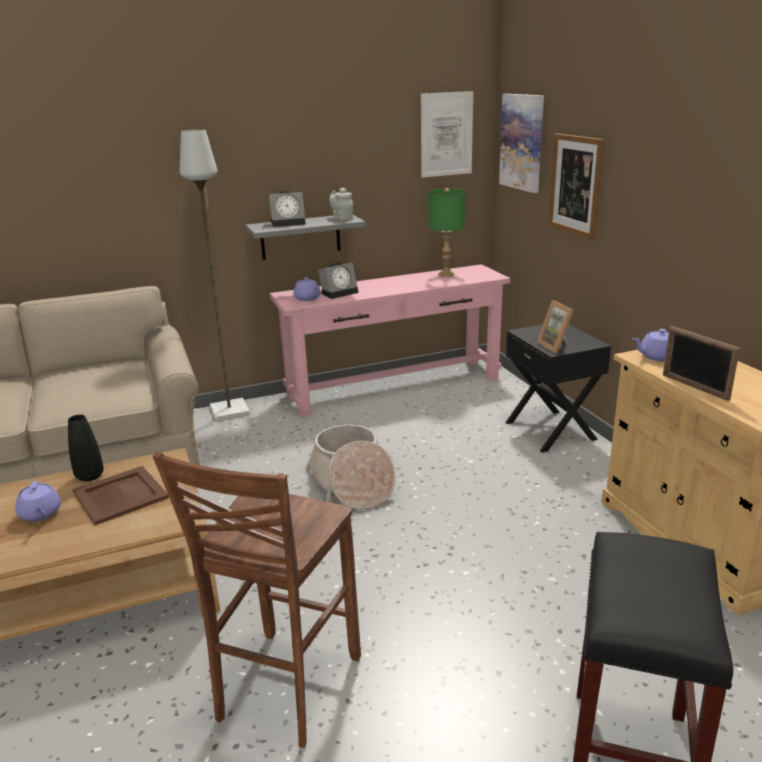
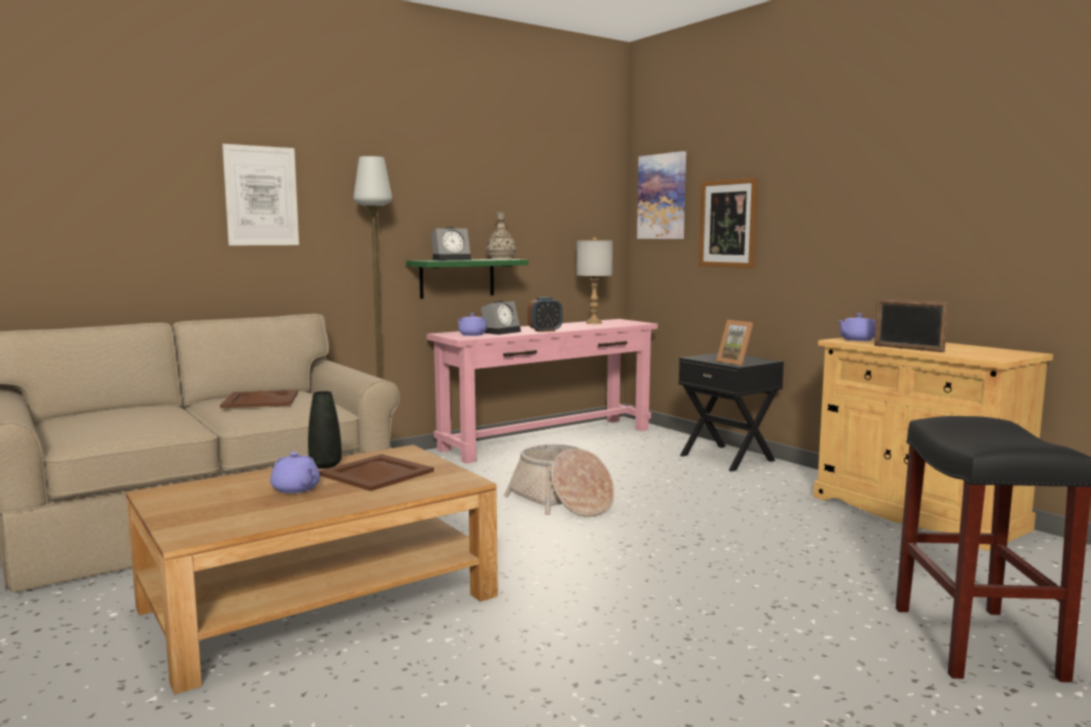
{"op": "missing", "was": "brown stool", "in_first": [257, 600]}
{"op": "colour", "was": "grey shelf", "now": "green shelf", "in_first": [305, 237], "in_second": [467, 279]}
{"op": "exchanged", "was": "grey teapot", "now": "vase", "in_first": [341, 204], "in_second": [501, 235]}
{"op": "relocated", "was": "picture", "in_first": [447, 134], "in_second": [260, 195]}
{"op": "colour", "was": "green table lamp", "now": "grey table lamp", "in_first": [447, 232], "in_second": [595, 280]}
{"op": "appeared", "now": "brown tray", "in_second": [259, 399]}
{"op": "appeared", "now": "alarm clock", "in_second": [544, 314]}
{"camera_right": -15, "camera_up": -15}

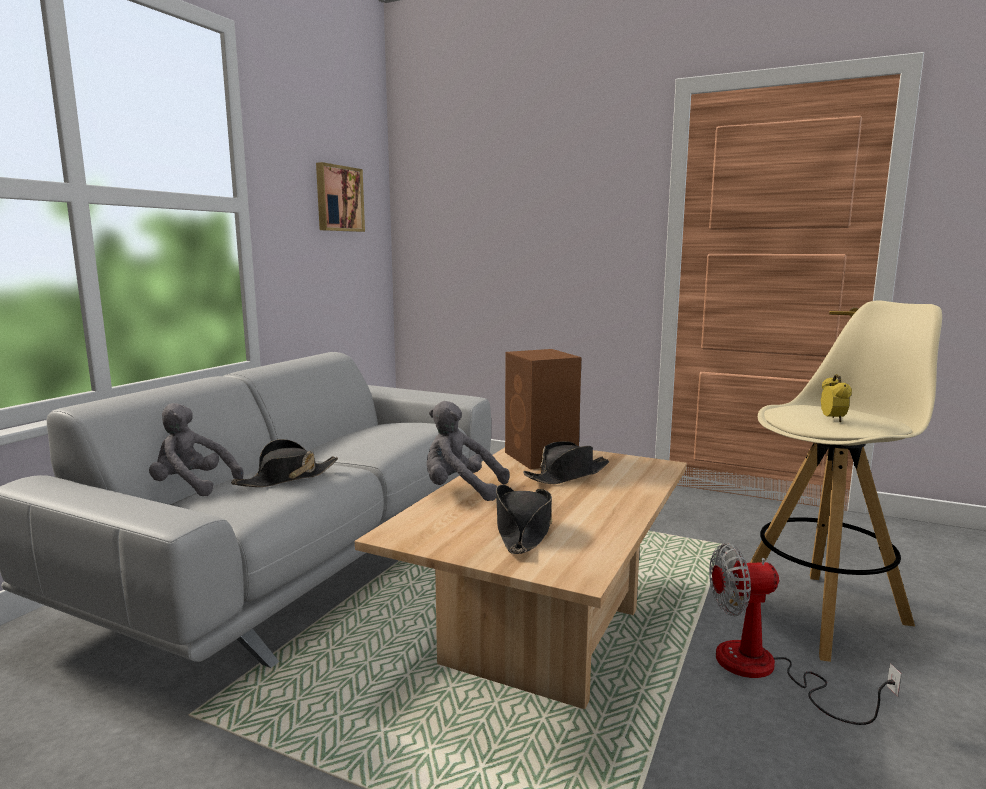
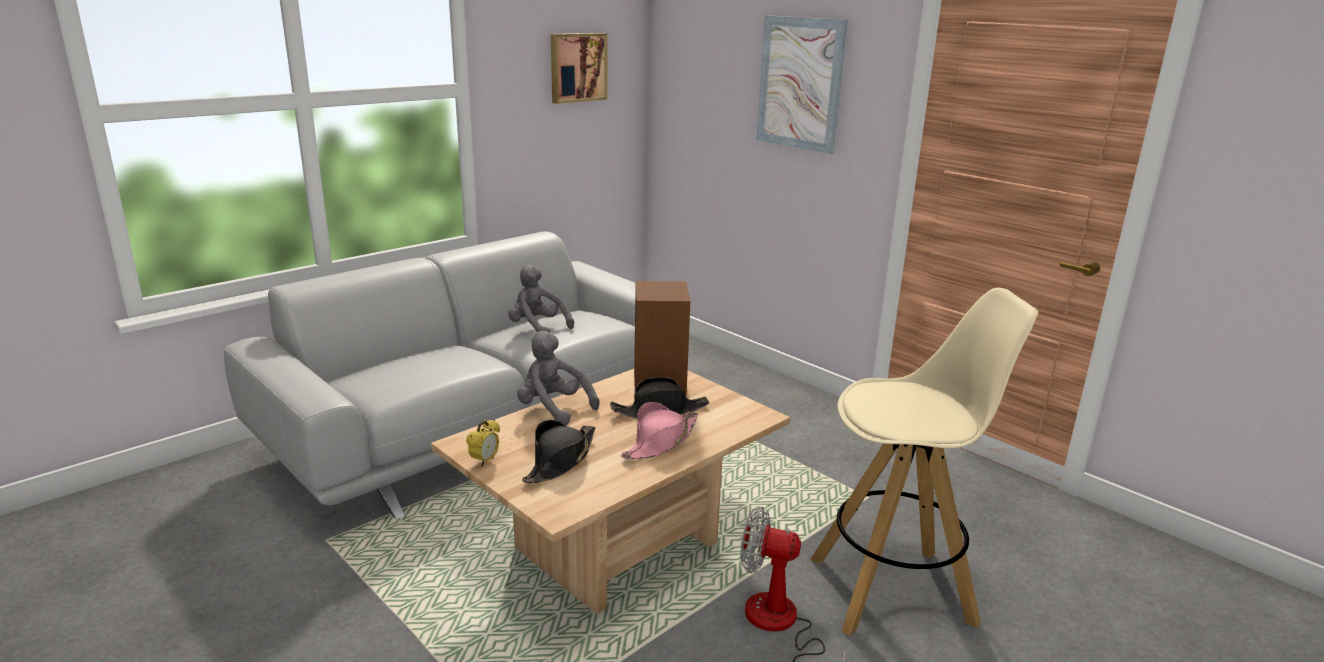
{"op": "relocated", "was": "grey plush toy", "in_first": [196, 449], "in_second": [541, 298]}
{"op": "missing", "was": "black hat", "in_first": [284, 463]}
{"op": "relocated", "was": "alarm clock", "in_first": [836, 398], "in_second": [483, 443]}
{"op": "appeared", "now": "pink hat", "in_second": [659, 430]}
{"op": "appeared", "now": "picture", "in_second": [802, 84]}
{"camera_right": 20, "camera_up": 10}

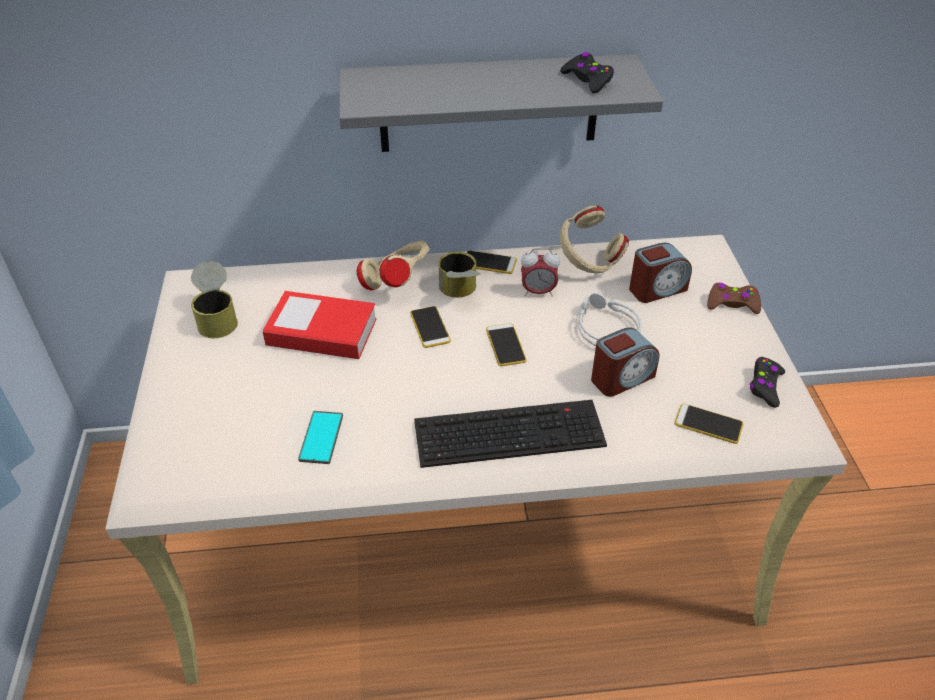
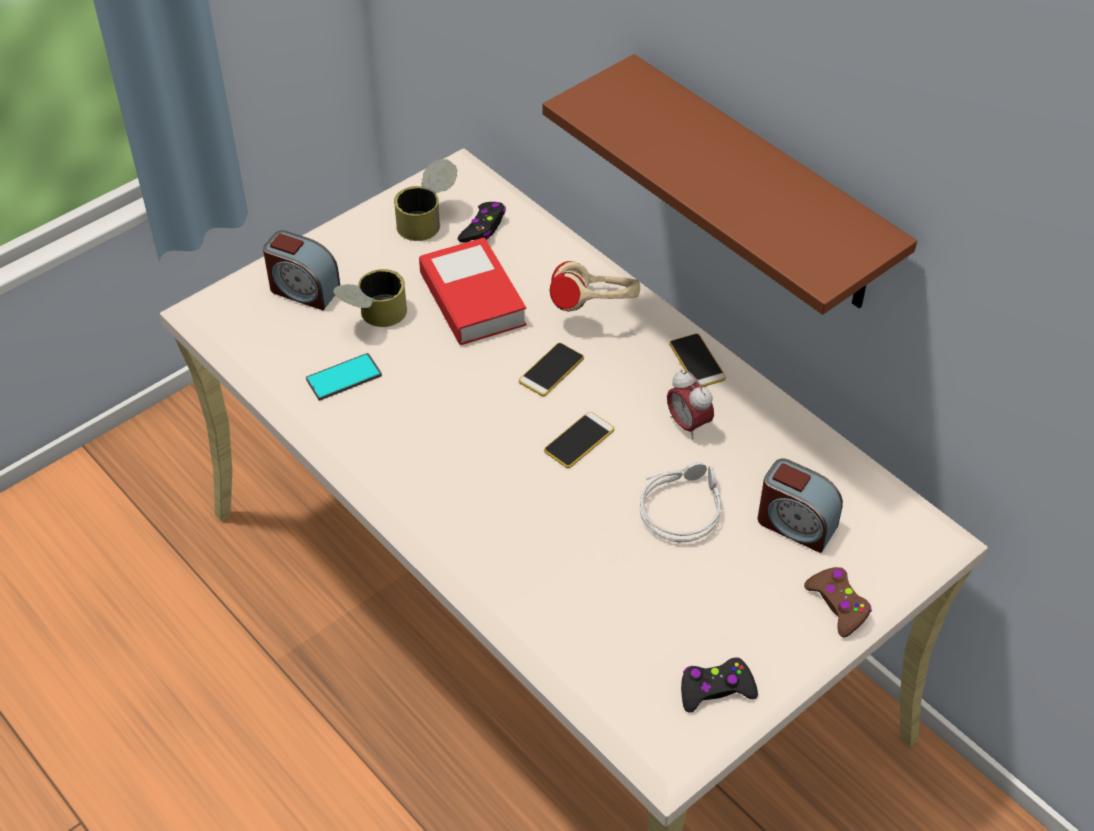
{"op": "colour", "was": "grey shelf", "now": "brown shelf", "in_first": [501, 103], "in_second": [729, 184]}
{"op": "missing", "was": "keyboard", "in_first": [510, 434]}
{"op": "relocated", "was": "can", "in_first": [459, 274], "in_second": [370, 298]}
{"op": "relocated", "was": "black game controller", "in_first": [587, 72], "in_second": [482, 222]}
{"op": "missing", "was": "beige headphones", "in_first": [594, 239]}
{"op": "relocated", "was": "alarm clock", "in_first": [625, 362], "in_second": [301, 270]}
{"op": "missing", "was": "phone", "in_first": [709, 424]}
{"camera_right": 55, "camera_up": 5}

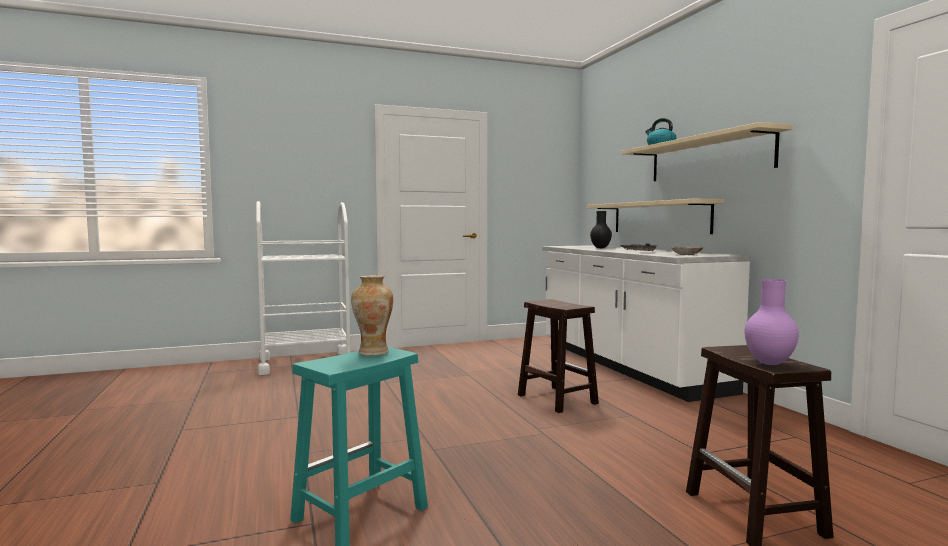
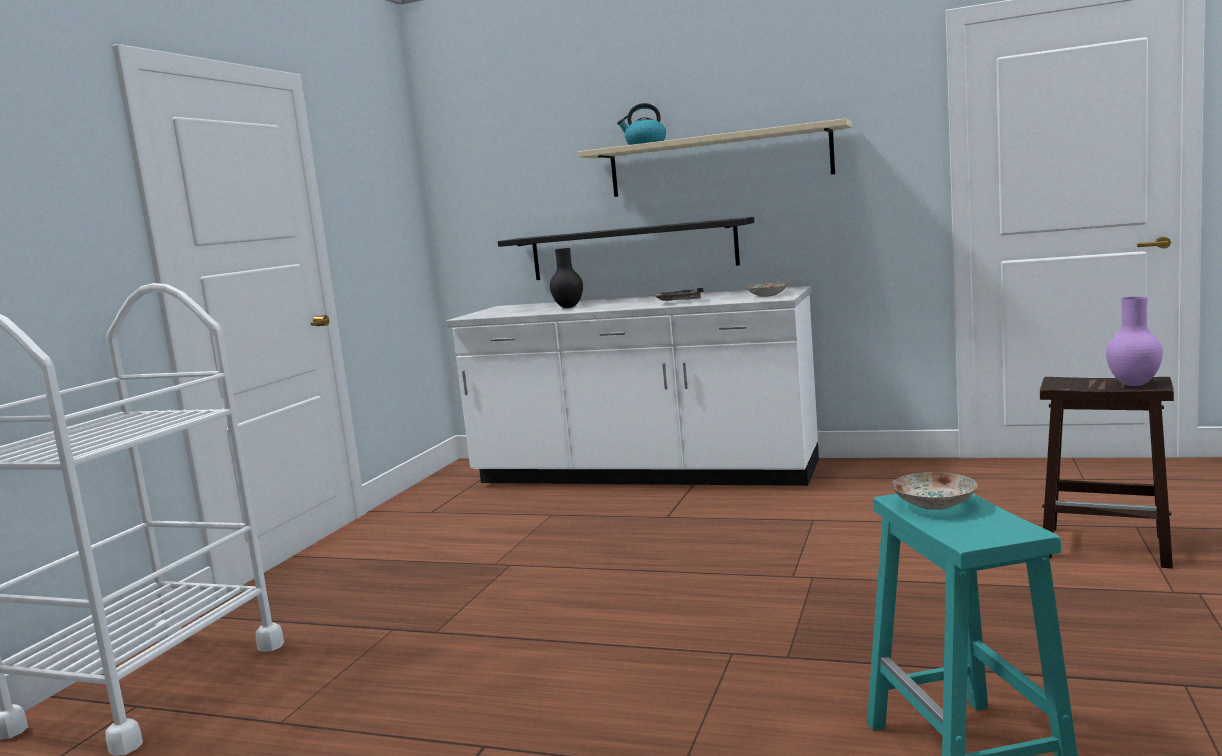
{"op": "exchanged", "was": "vase", "now": "plate", "in_first": [372, 315], "in_second": [934, 491]}
{"op": "missing", "was": "brown stool", "in_first": [558, 356]}
{"op": "colour", "was": "beige shelf", "now": "black shelf", "in_first": [655, 216], "in_second": [626, 248]}
{"camera_right": -50, "camera_up": 5}

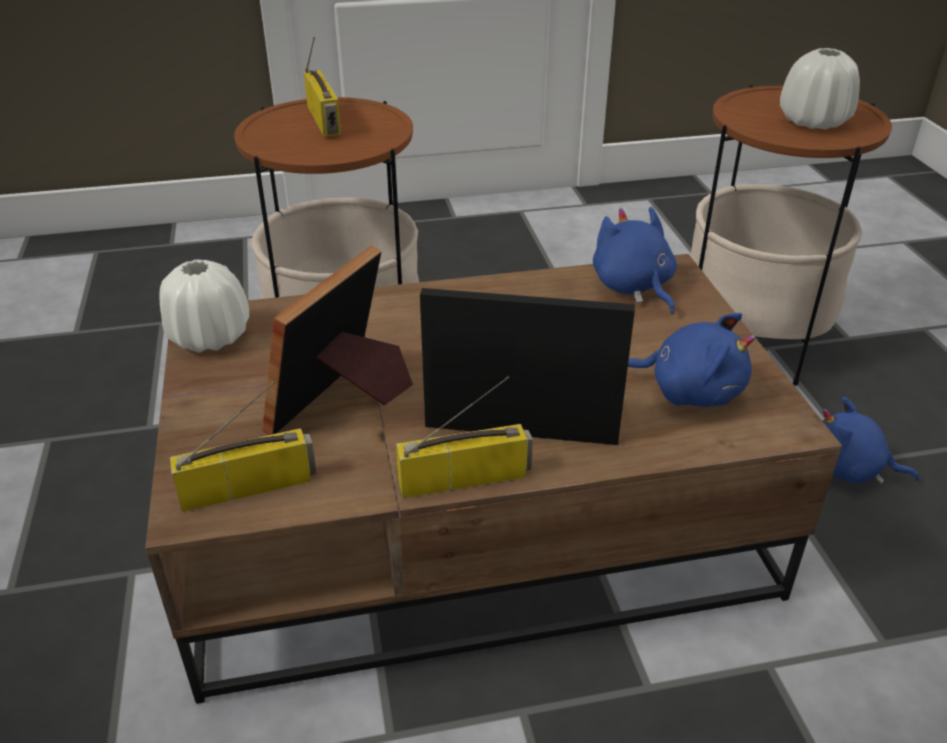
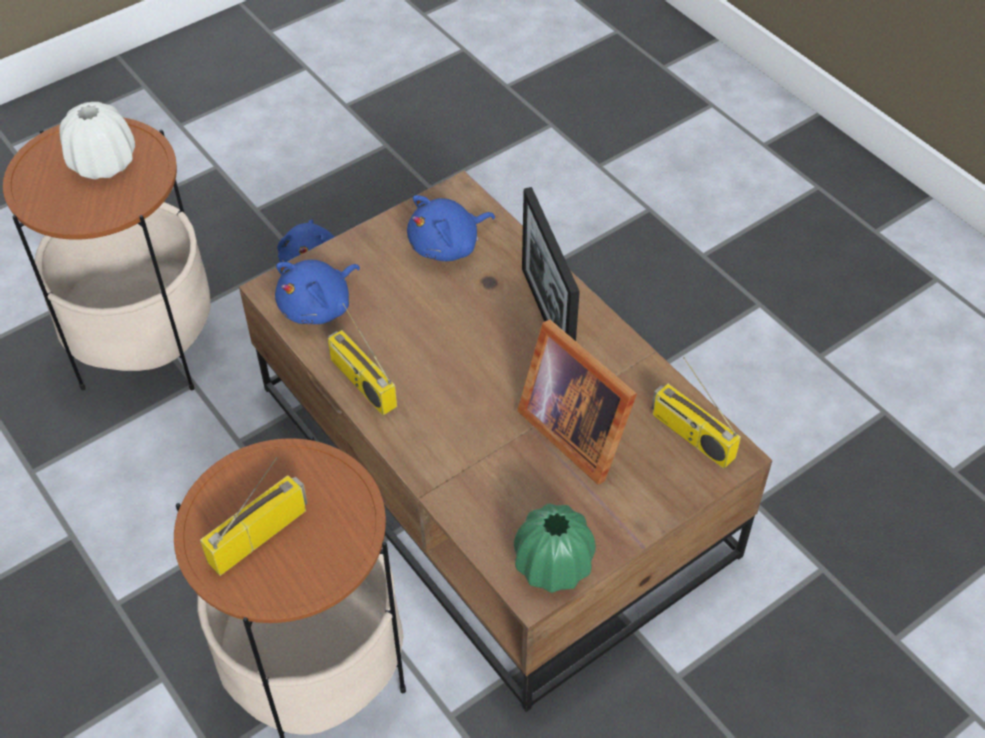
{"op": "colour", "was": "white vase", "now": "green vase", "in_first": [204, 306], "in_second": [555, 548]}
{"op": "spun", "was": "picture frame", "in_first": [337, 340], "in_second": [577, 402], "clockwise": 45}
{"op": "relocated", "was": "radio", "in_first": [464, 437], "in_second": [362, 359]}
{"op": "spun", "was": "blue plush toy", "in_first": [691, 360], "in_second": [451, 228], "clockwise": -120}
{"camera_right": -115, "camera_up": 15}

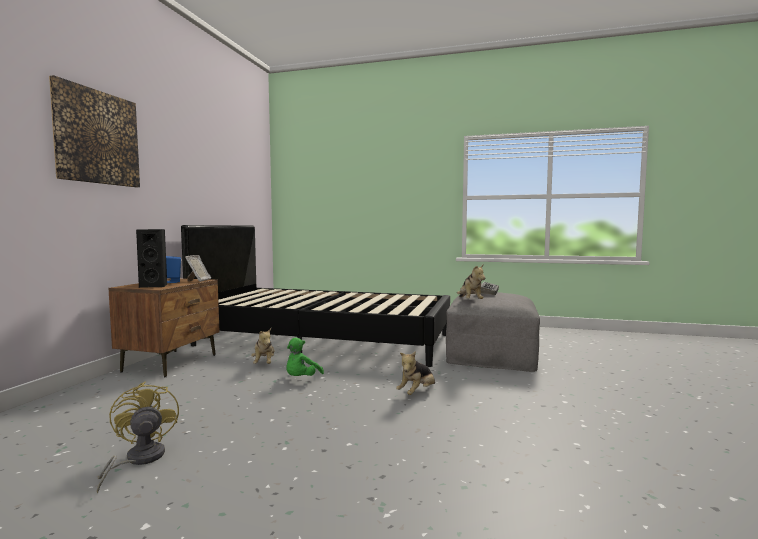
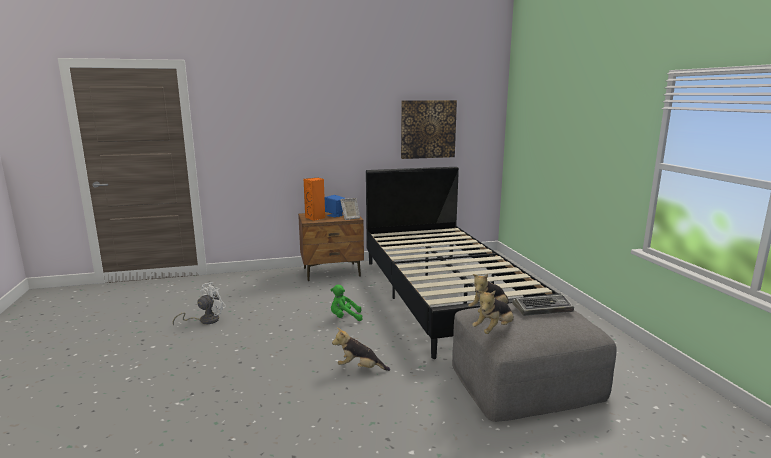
{"op": "relocated", "was": "picture", "in_first": [94, 131], "in_second": [429, 129]}
{"op": "colour", "was": "yellow fan", "now": "white fan", "in_first": [138, 437], "in_second": [199, 303]}
{"op": "colour", "was": "black speaker", "now": "orange speaker", "in_first": [151, 258], "in_second": [314, 199]}
{"op": "relocated", "was": "plush toy", "in_first": [262, 346], "in_second": [493, 312]}
{"camera_right": 60, "camera_up": 10}

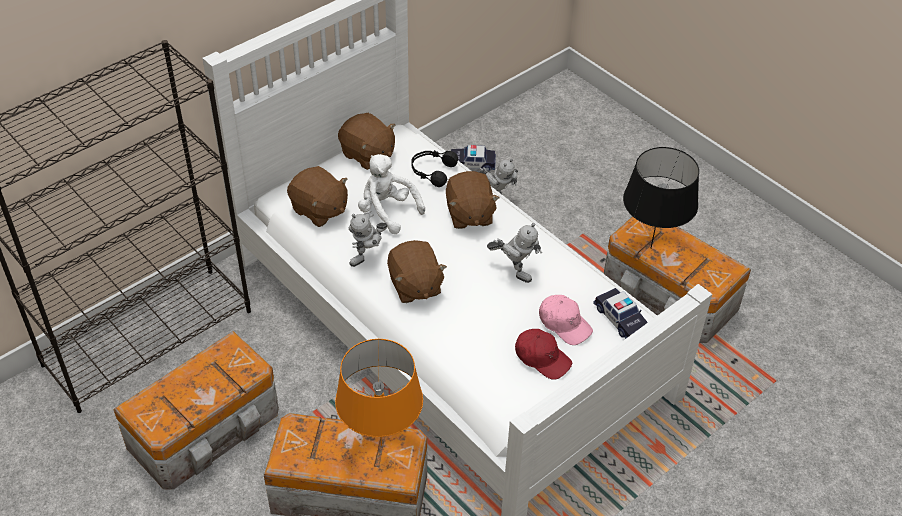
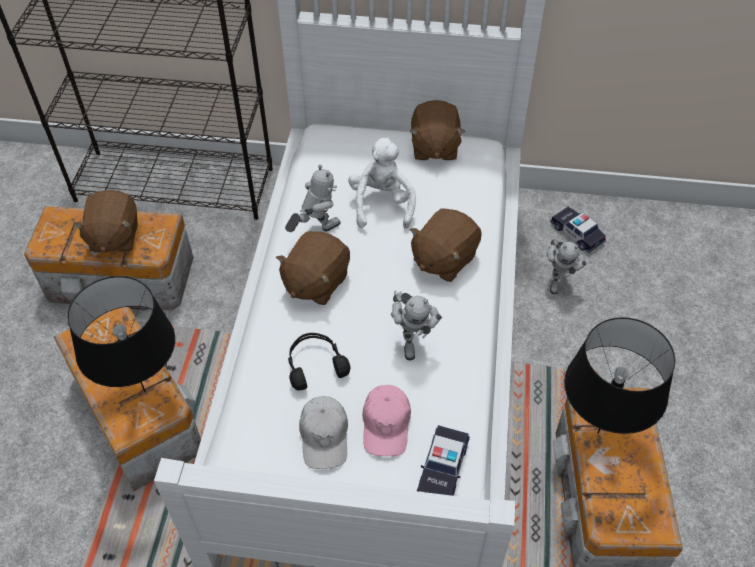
{"op": "relocated", "was": "brown plush toy", "in_first": [317, 196], "in_second": [105, 221]}
{"op": "colour", "was": "orange table lamp", "now": "black table lamp", "in_first": [379, 392], "in_second": [121, 334]}
{"op": "spun", "was": "toy robot", "in_first": [368, 239], "in_second": [312, 198], "clockwise": 150}
{"op": "relocated", "was": "black headphones", "in_first": [434, 168], "in_second": [319, 362]}
{"op": "colour", "was": "red cap", "now": "white cap", "in_first": [543, 354], "in_second": [323, 432]}
{"camera_right": 50, "camera_up": 5}

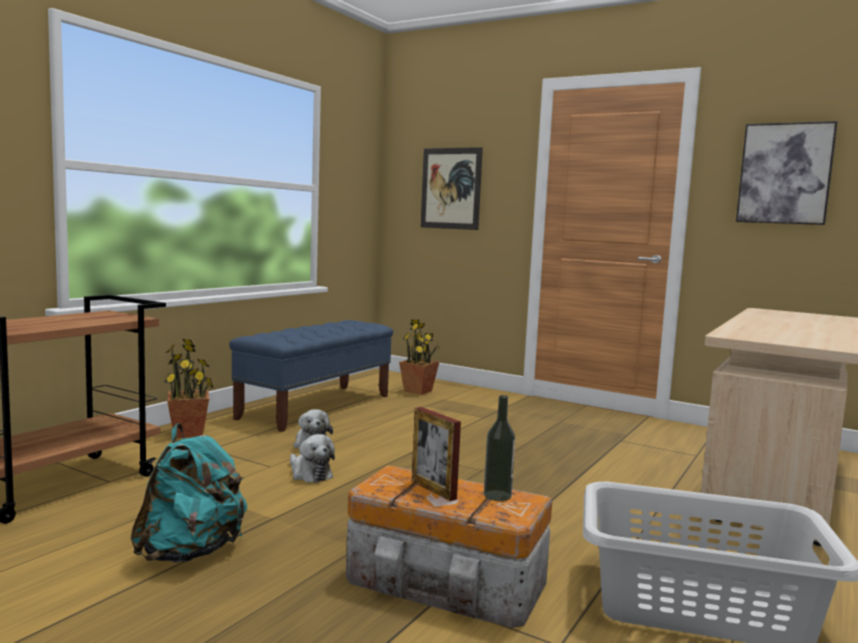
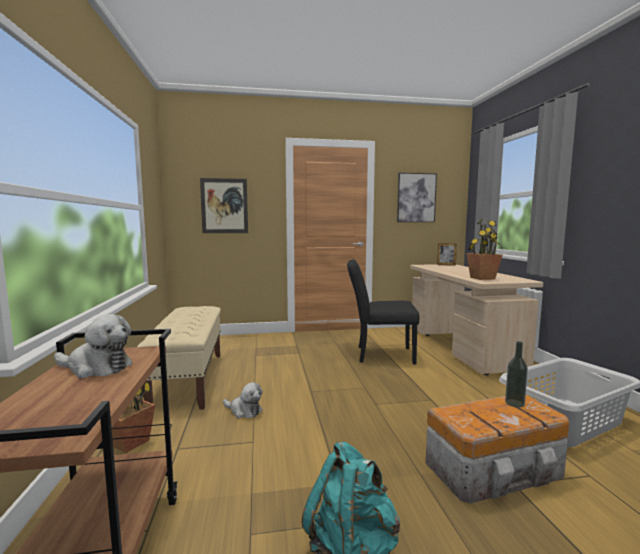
{"op": "colour", "was": "blue bench", "now": "beige bench", "in_first": [311, 376], "in_second": [179, 358]}
{"op": "relocated", "was": "plush toy", "in_first": [312, 458], "in_second": [93, 346]}
{"op": "relocated", "was": "potted plant", "in_first": [419, 357], "in_second": [484, 249]}
{"op": "relocated", "was": "picture frame", "in_first": [436, 454], "in_second": [447, 254]}
{"op": "appeared", "now": "black chair", "in_second": [383, 312]}
{"camera_right": -40, "camera_up": 0}

